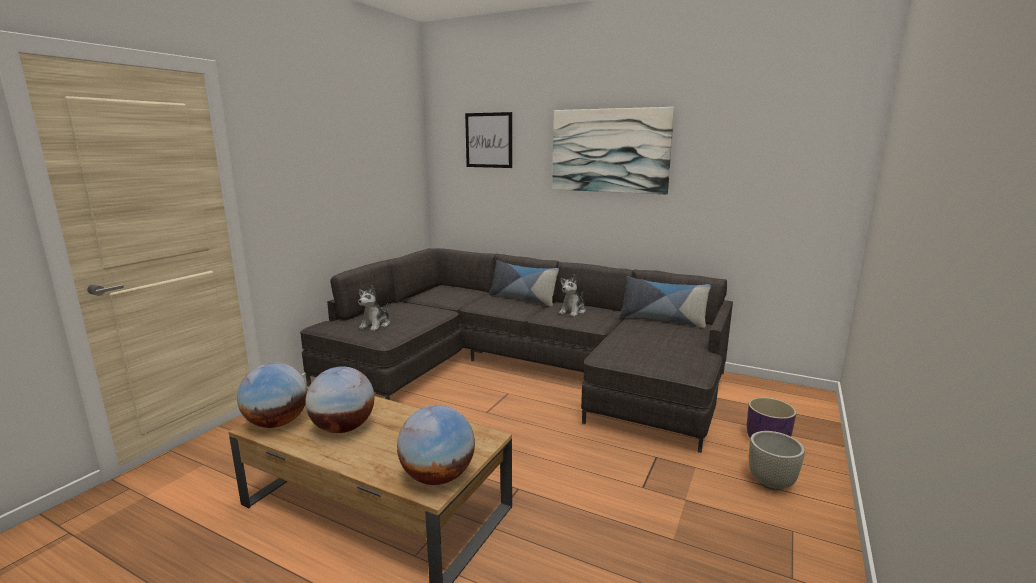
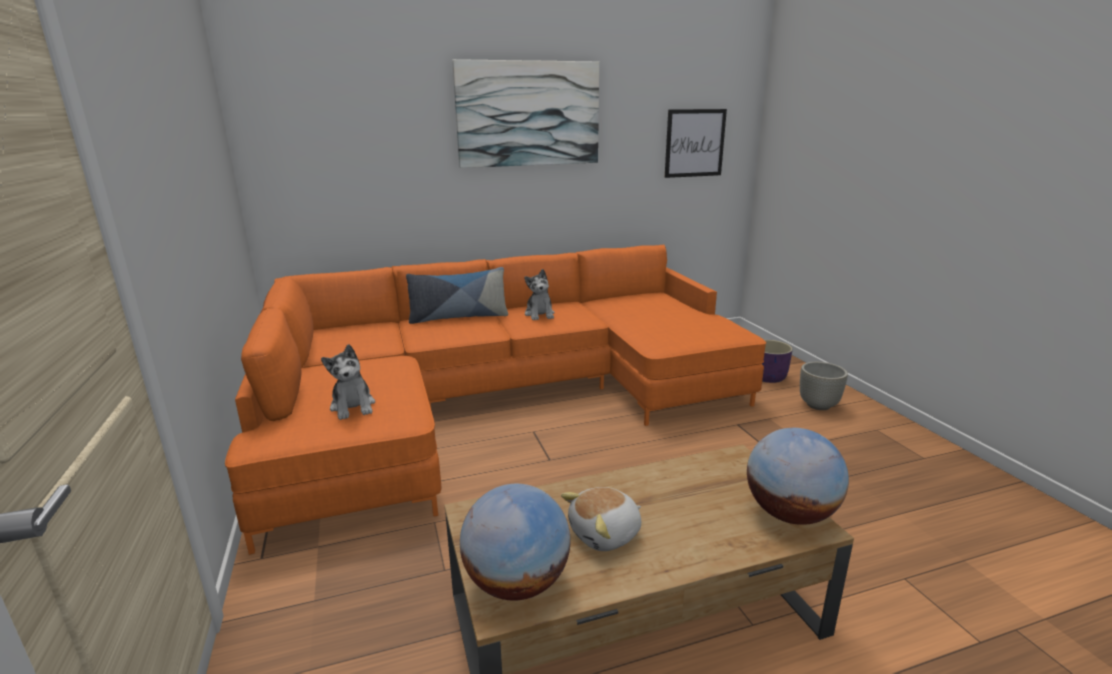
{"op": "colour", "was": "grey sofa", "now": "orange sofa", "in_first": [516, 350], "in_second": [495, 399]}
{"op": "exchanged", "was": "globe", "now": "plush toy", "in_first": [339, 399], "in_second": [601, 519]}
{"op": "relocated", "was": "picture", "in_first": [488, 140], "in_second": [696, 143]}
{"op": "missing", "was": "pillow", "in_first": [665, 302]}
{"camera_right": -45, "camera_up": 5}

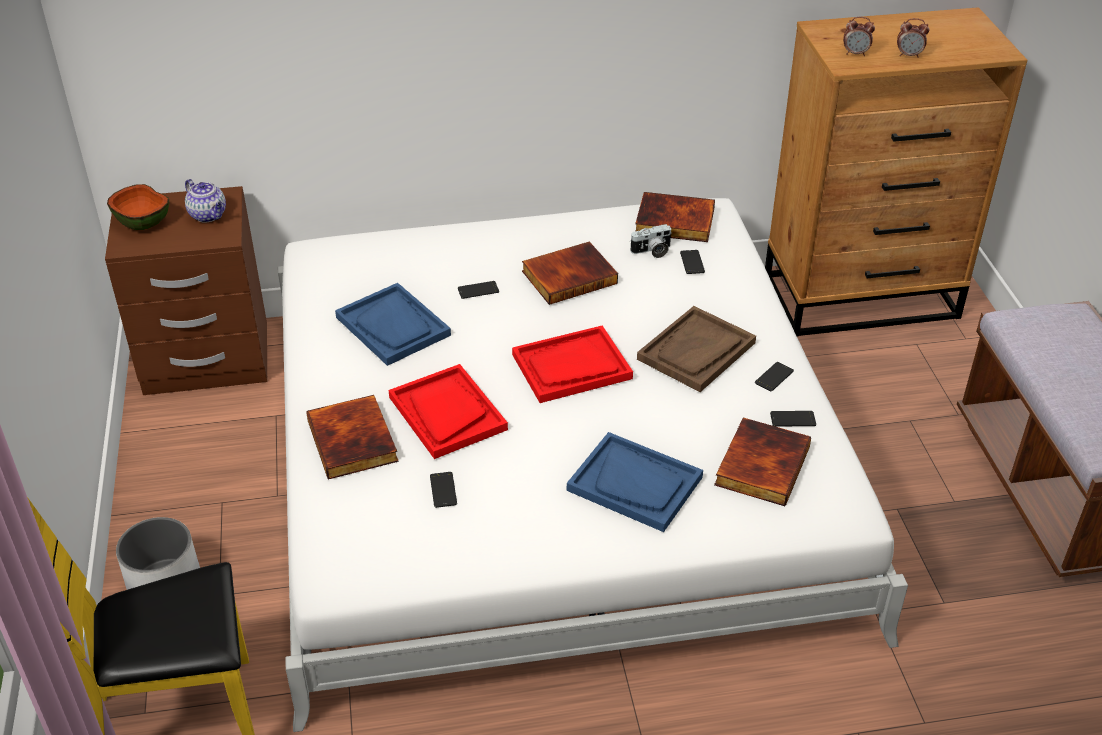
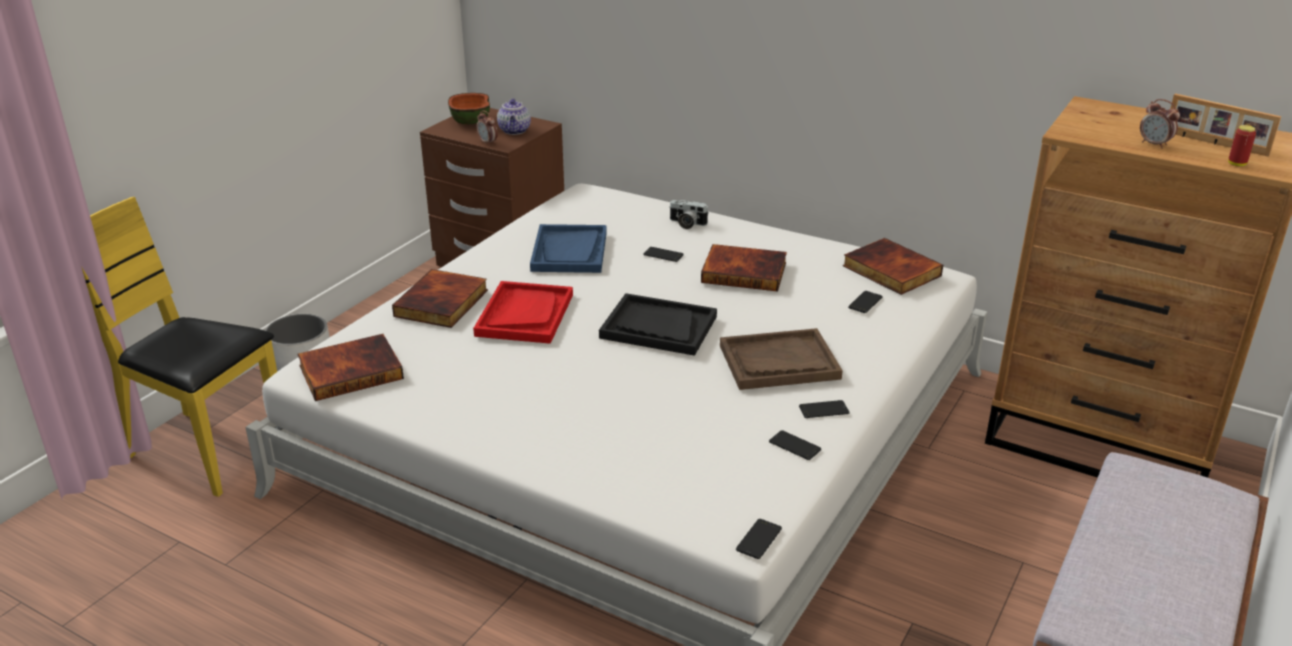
{"op": "relocated", "was": "phone", "in_first": [443, 490], "in_second": [759, 539]}
{"op": "colour", "was": "red tray", "now": "black tray", "in_first": [572, 364], "in_second": [658, 324]}
{"op": "missing", "was": "blue tray", "in_first": [635, 482]}
{"op": "relocated", "was": "photo camera", "in_first": [651, 241], "in_second": [689, 214]}
{"op": "relocated", "was": "book", "in_first": [762, 462], "in_second": [350, 367]}
{"op": "relocated", "was": "alarm clock", "in_first": [859, 36], "in_second": [487, 128]}
{"op": "appeared", "now": "picture frame", "in_second": [1225, 125]}
{"op": "appeared", "now": "can", "in_second": [1242, 145]}
{"camera_right": 40, "camera_up": -10}

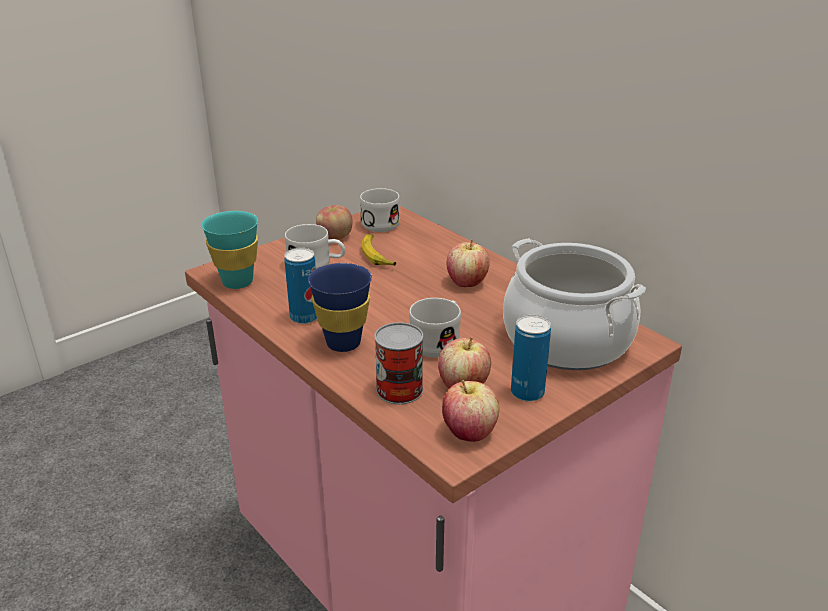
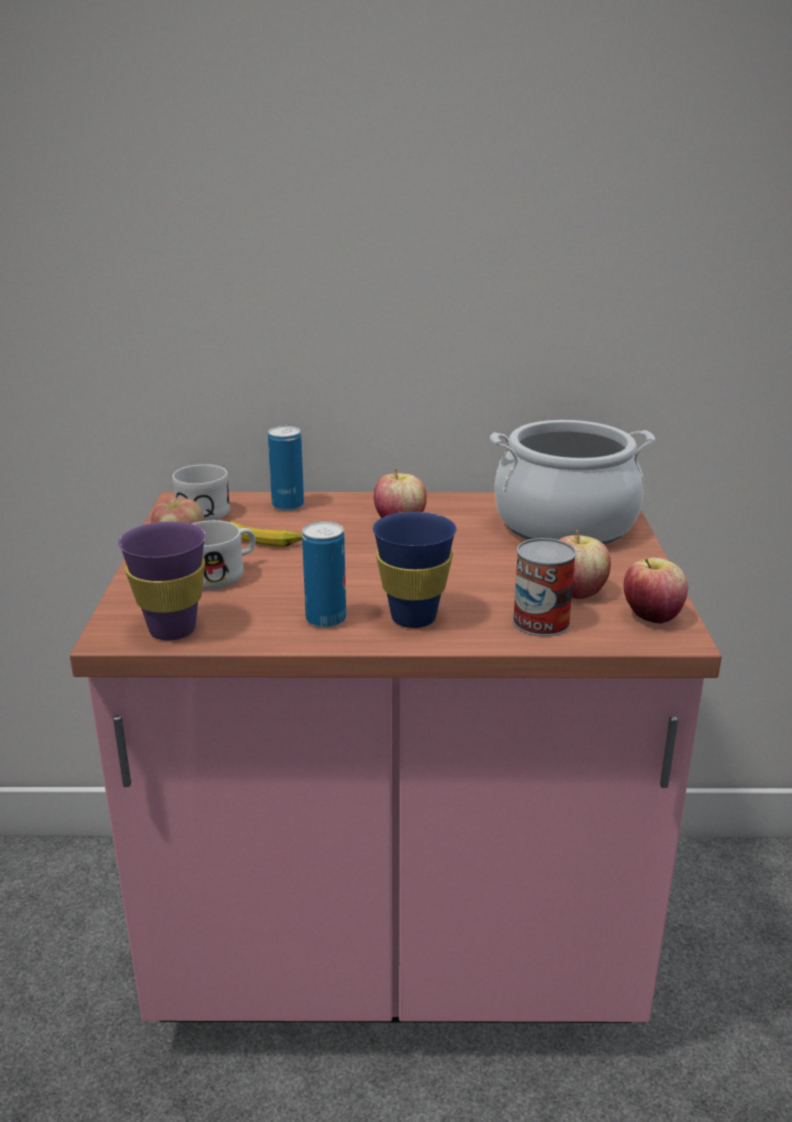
{"op": "colour", "was": "turquoise cup", "now": "purple cup", "in_first": [229, 250], "in_second": [162, 580]}
{"op": "missing", "was": "white mug", "in_first": [435, 328]}
{"op": "relocated", "was": "can", "in_first": [531, 358], "in_second": [286, 468]}
{"camera_right": -50, "camera_up": -5}

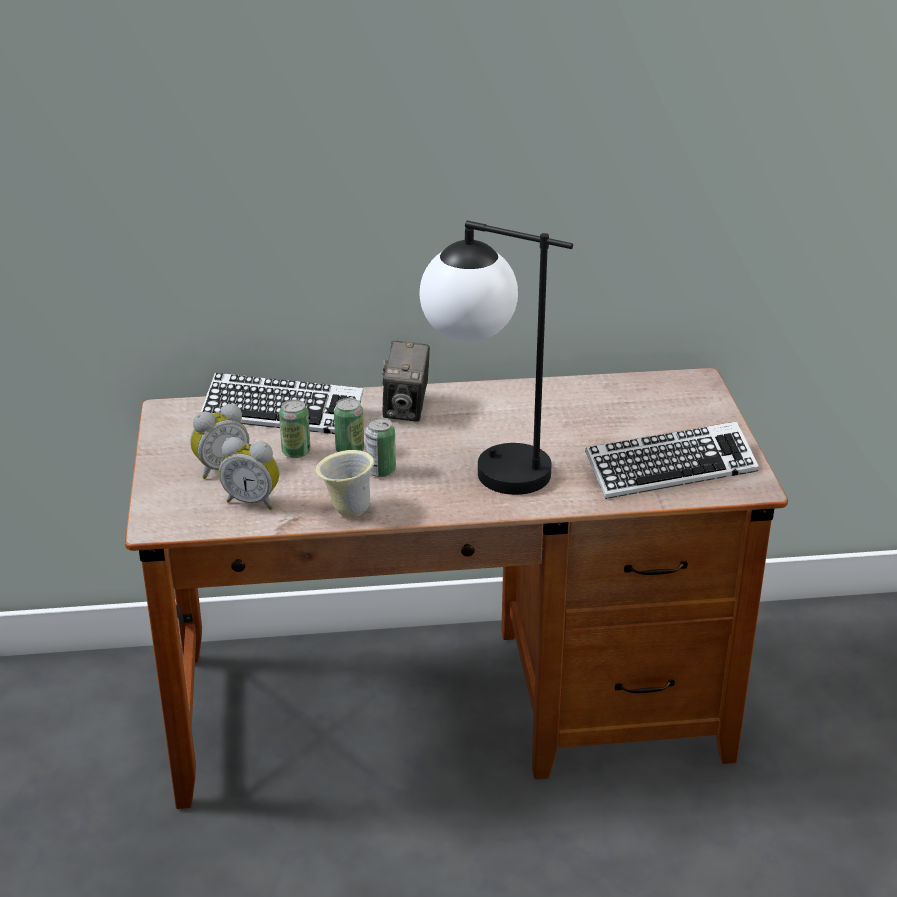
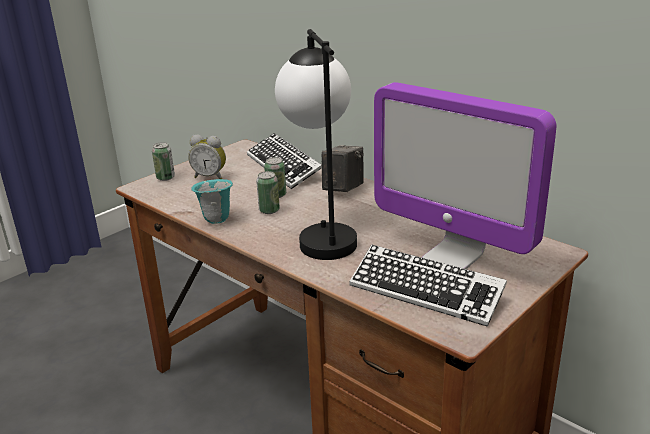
{"op": "missing", "was": "alarm clock", "in_first": [249, 473]}
{"op": "relocated", "was": "can", "in_first": [295, 429], "in_second": [163, 161]}
{"op": "colour", "was": "beige mug", "now": "turquoise mug", "in_first": [345, 483], "in_second": [212, 201]}
{"op": "spun", "was": "photo camera", "in_first": [406, 381], "in_second": [343, 168], "clockwise": 150}
{"op": "appeared", "now": "monitor", "in_second": [465, 175]}
{"camera_right": 50, "camera_up": -5}

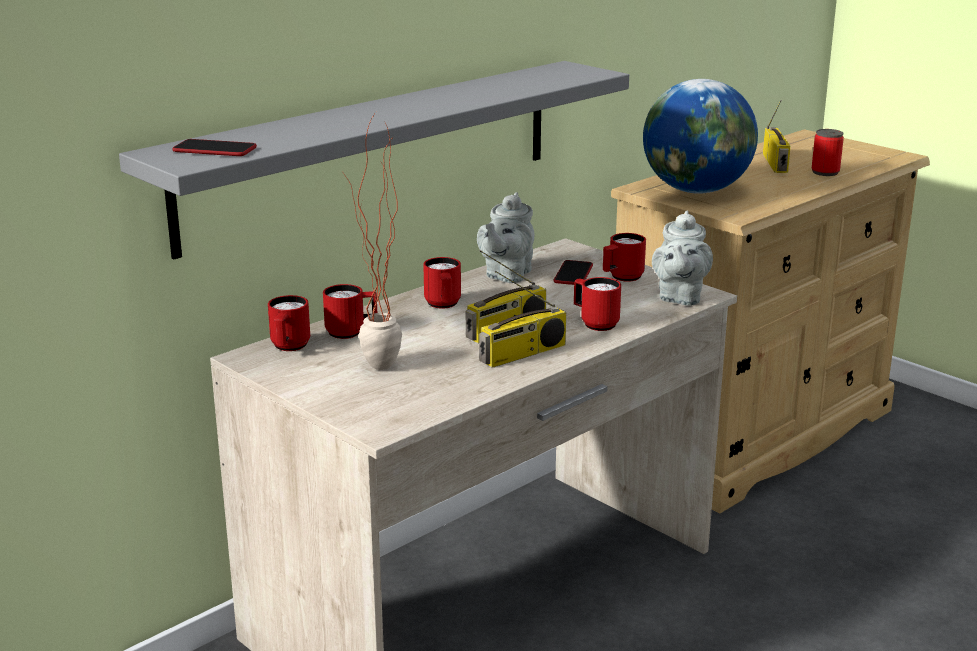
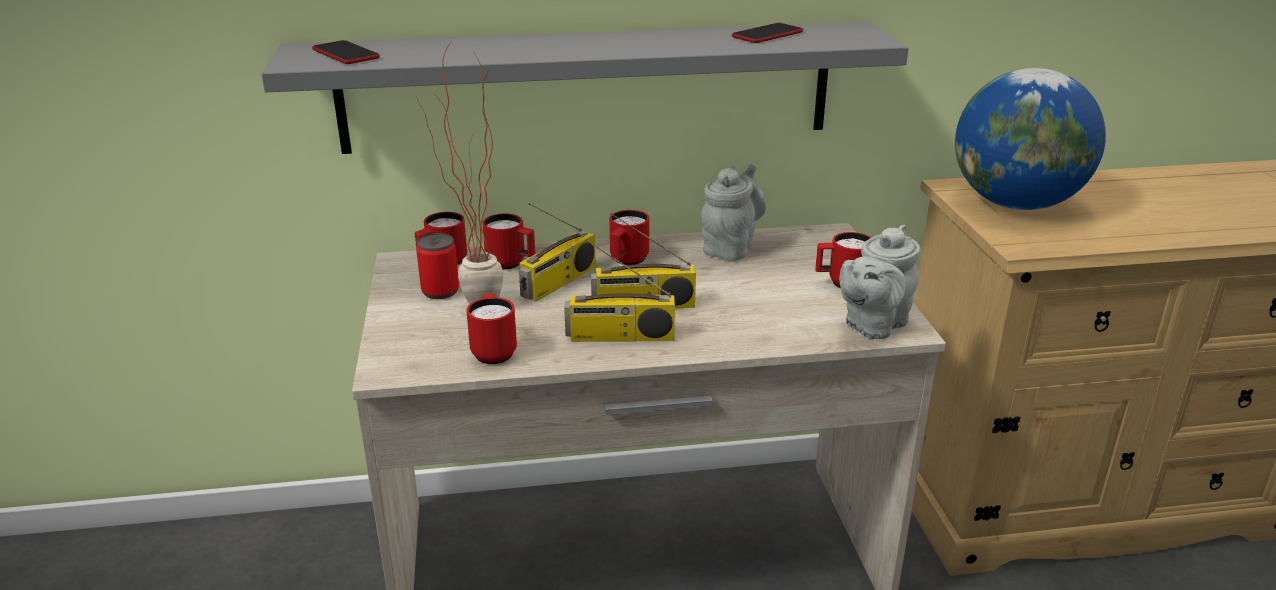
{"op": "spun", "was": "grey teapot", "in_first": [506, 237], "in_second": [733, 212], "clockwise": 150}
{"op": "relocated", "was": "phone", "in_first": [573, 272], "in_second": [767, 33]}
{"op": "relocated", "was": "red mug", "in_first": [597, 304], "in_second": [491, 329]}
{"op": "relocated", "was": "radio", "in_first": [777, 136], "in_second": [557, 252]}
{"op": "relocated", "was": "can", "in_first": [828, 152], "in_second": [437, 266]}
{"camera_right": 35, "camera_up": 5}

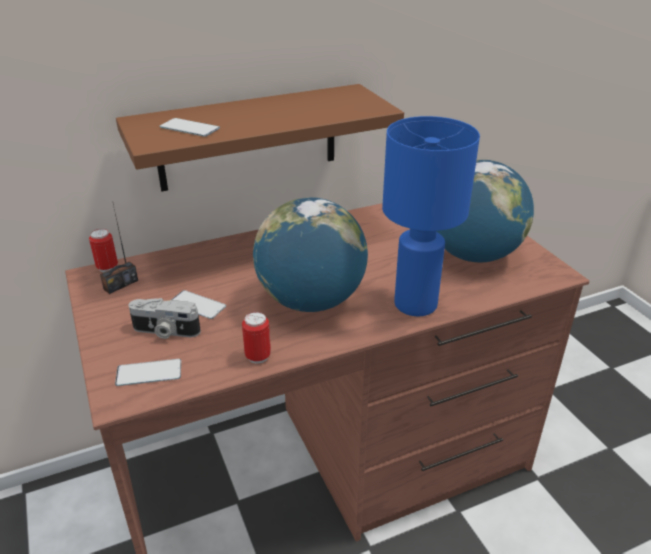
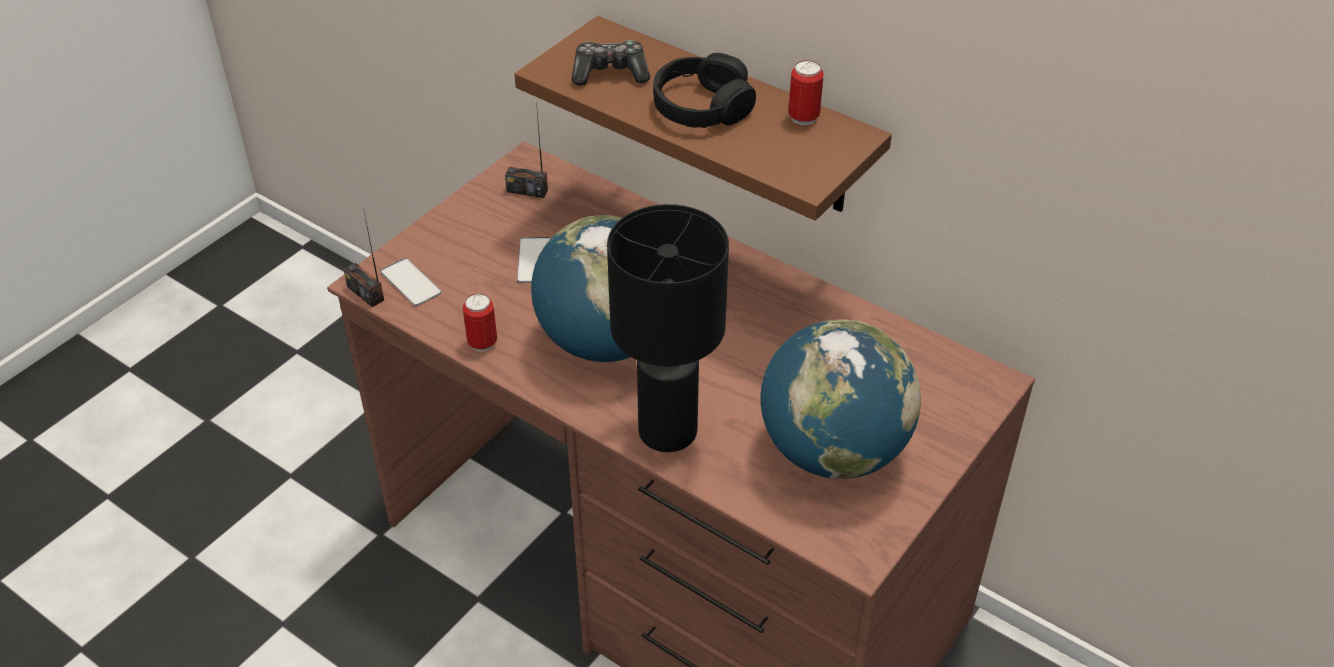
{"op": "relocated", "was": "can", "in_first": [103, 250], "in_second": [805, 92]}
{"op": "missing", "was": "photo camera", "in_first": [165, 318]}
{"op": "exchanged", "was": "phone", "now": "game controller", "in_first": [190, 127], "in_second": [611, 63]}
{"op": "colour", "was": "blue table lamp", "now": "black table lamp", "in_first": [431, 216], "in_second": [668, 328]}
{"op": "appeared", "now": "radio", "in_second": [364, 259]}
{"op": "appeared", "now": "black headphones", "in_second": [704, 90]}
{"camera_right": 60, "camera_up": 10}

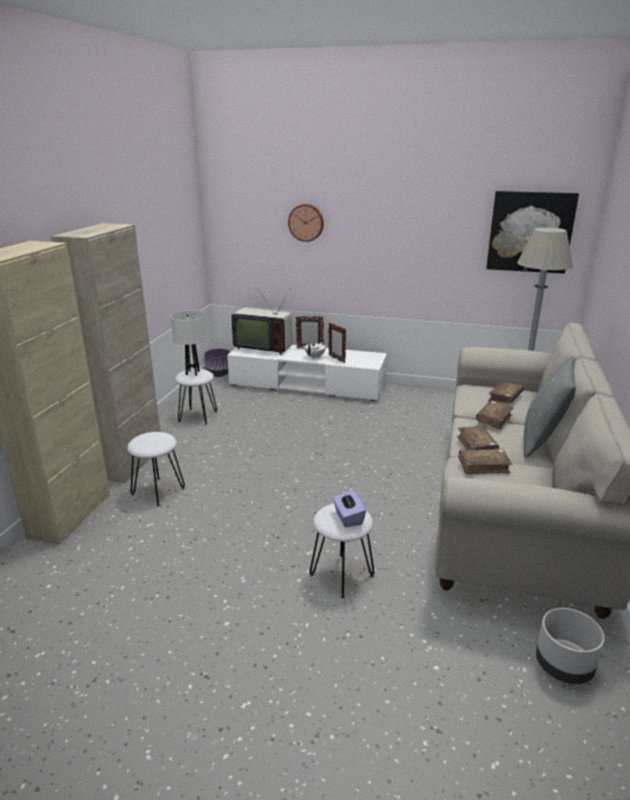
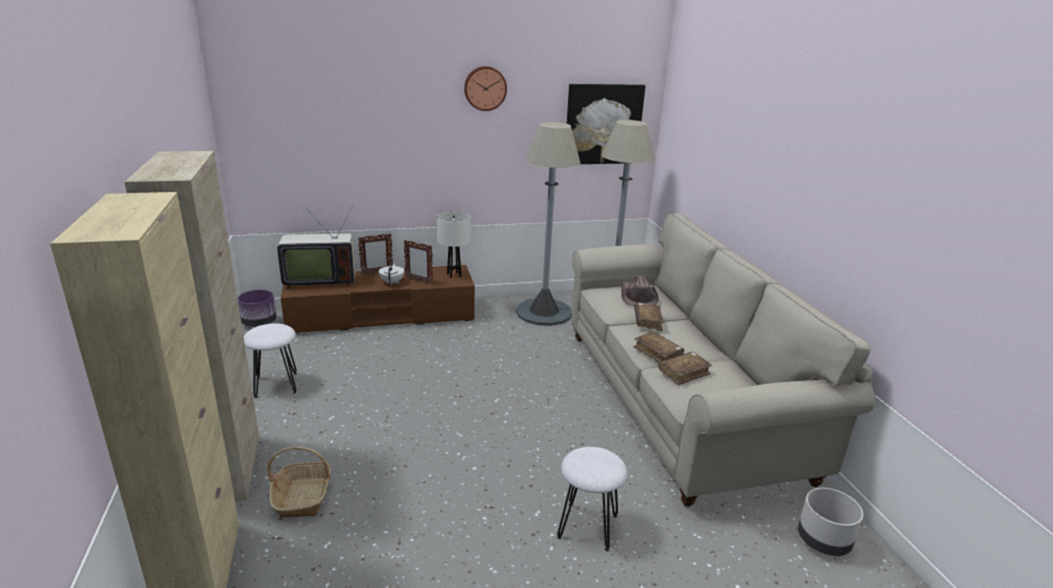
{"op": "exchanged", "was": "white stool", "now": "basket", "in_first": [156, 469], "in_second": [299, 482]}
{"op": "relocated", "was": "white table lamp", "in_first": [188, 343], "in_second": [454, 244]}
{"op": "colour", "was": "white tv stand", "now": "brown tv stand", "in_first": [307, 373], "in_second": [378, 299]}
{"op": "relocated", "was": "wall clock", "in_first": [306, 223], "in_second": [485, 88]}
{"op": "missing", "was": "purple tissue box", "in_first": [349, 508]}
{"op": "exchanged", "was": "brown book", "now": "brown hat", "in_first": [506, 392], "in_second": [640, 290]}
{"op": "missing", "was": "grey pillow", "in_first": [550, 407]}
{"op": "appeared", "now": "grey floor lamp", "in_second": [548, 224]}
{"camera_right": -30, "camera_up": 0}

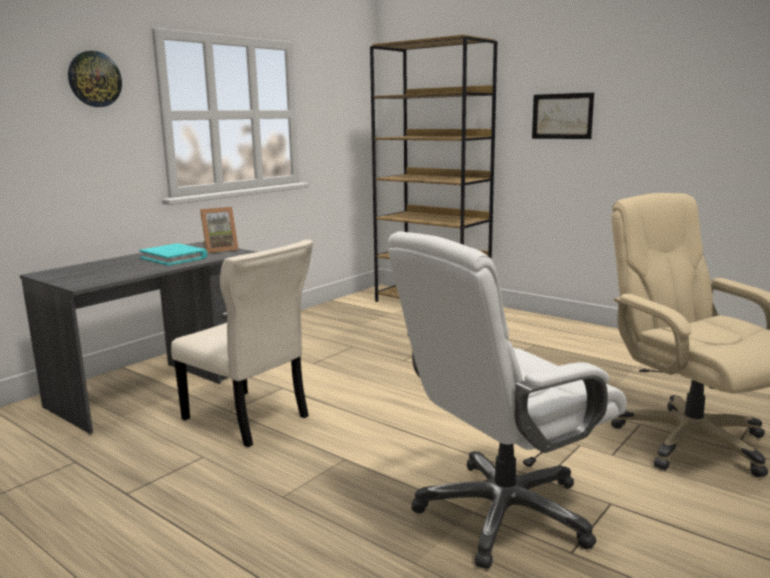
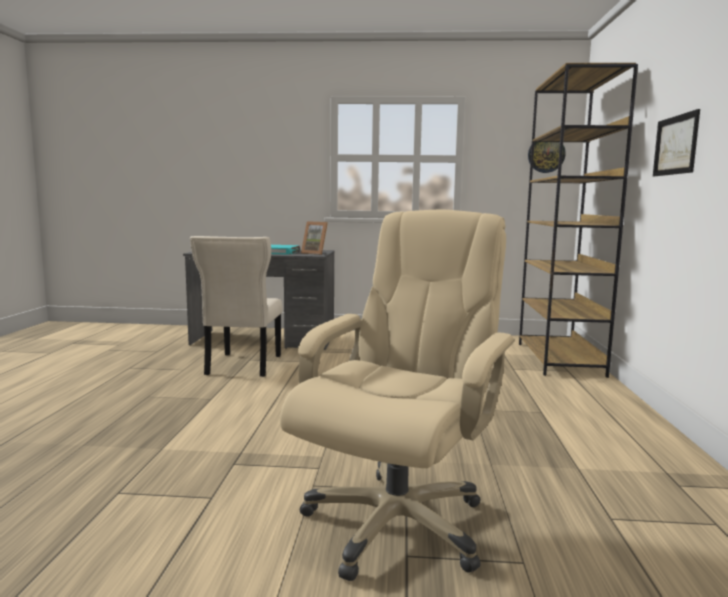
{"op": "relocated", "was": "wall clock", "in_first": [95, 79], "in_second": [547, 157]}
{"op": "missing", "was": "white office chair", "in_first": [507, 400]}
{"camera_right": 55, "camera_up": -5}

